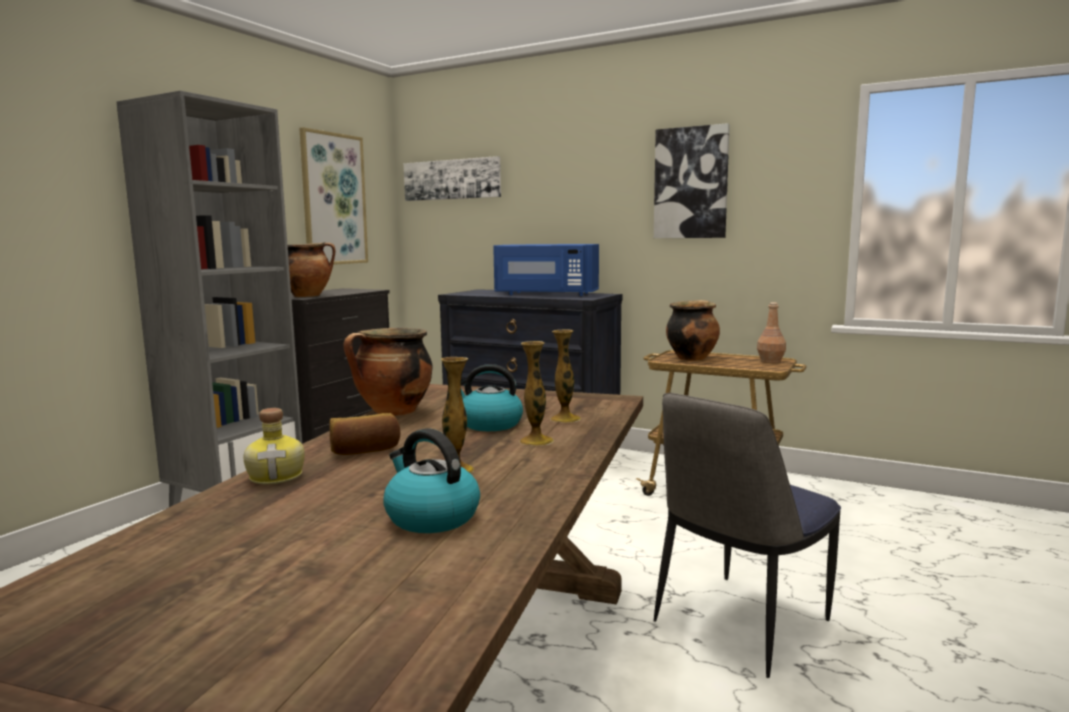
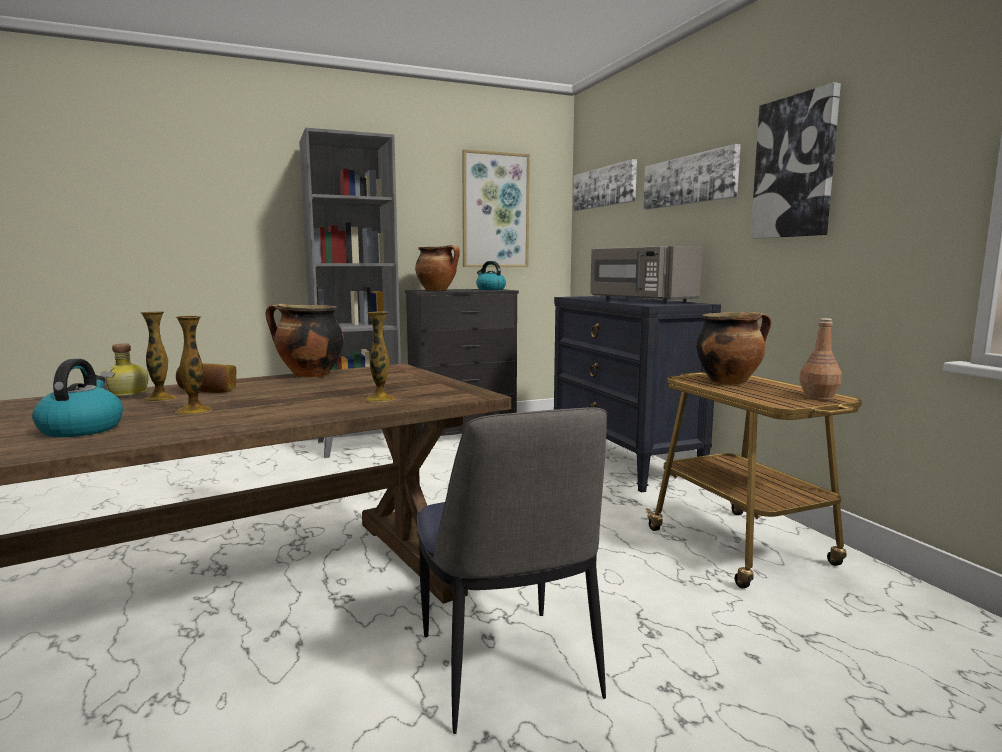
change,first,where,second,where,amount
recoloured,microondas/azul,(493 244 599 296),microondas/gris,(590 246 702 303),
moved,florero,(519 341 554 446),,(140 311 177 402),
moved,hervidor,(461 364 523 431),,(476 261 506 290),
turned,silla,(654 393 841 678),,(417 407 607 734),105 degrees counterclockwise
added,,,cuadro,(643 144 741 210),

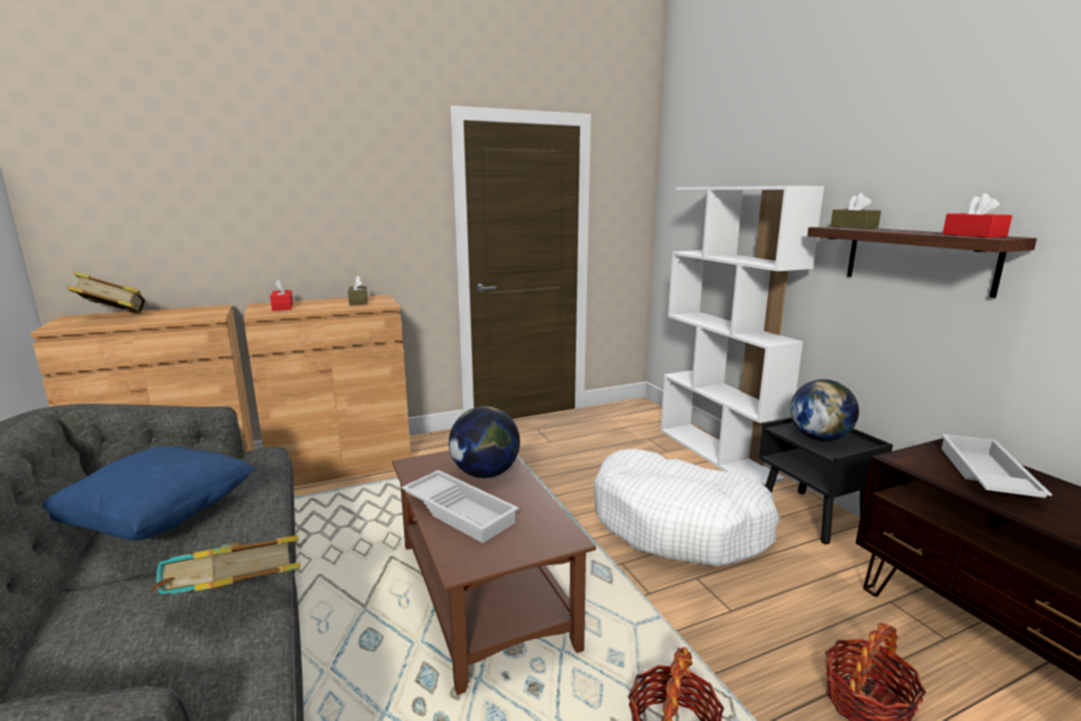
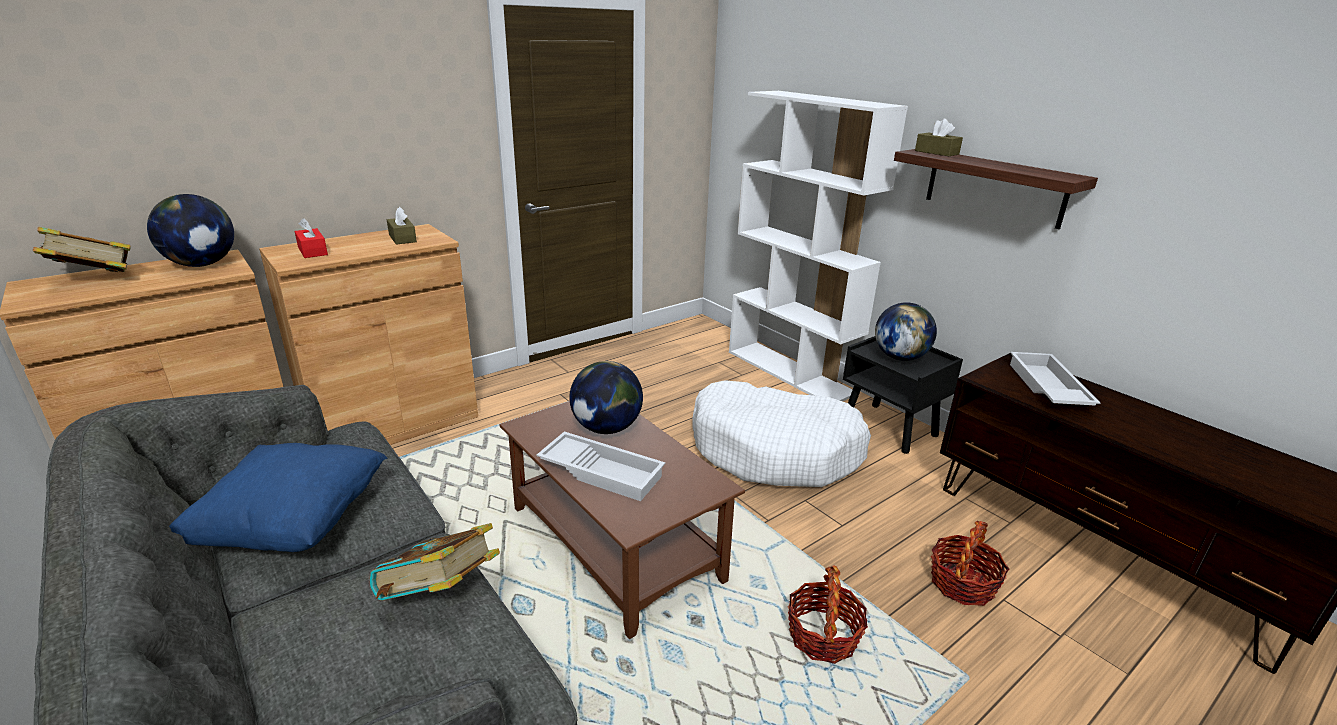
change,first,where,second,where,amount
removed,caja de pañuelos/rojo,(943 193 1012 238),,,
added,,,globo terráqueo,(147 194 234 267),

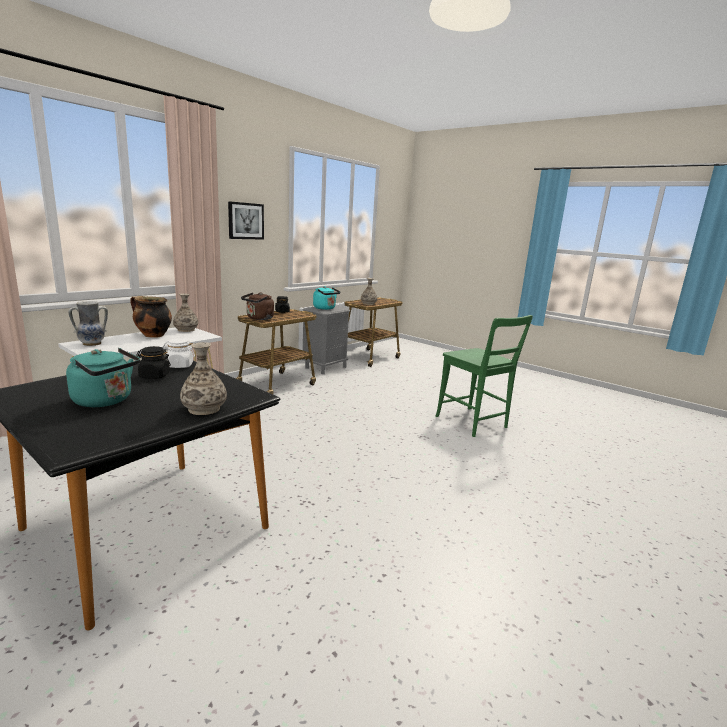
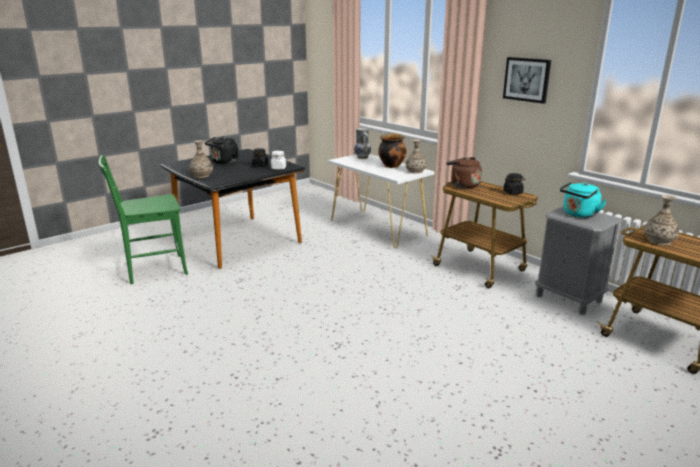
change,first,where,second,where,amount
moved,silla/verde,(436 315 533 437),,(98 155 188 284),
recoloured,hervidor/turquesa,(66 348 140 407),hervidor/negro,(205 136 238 164),

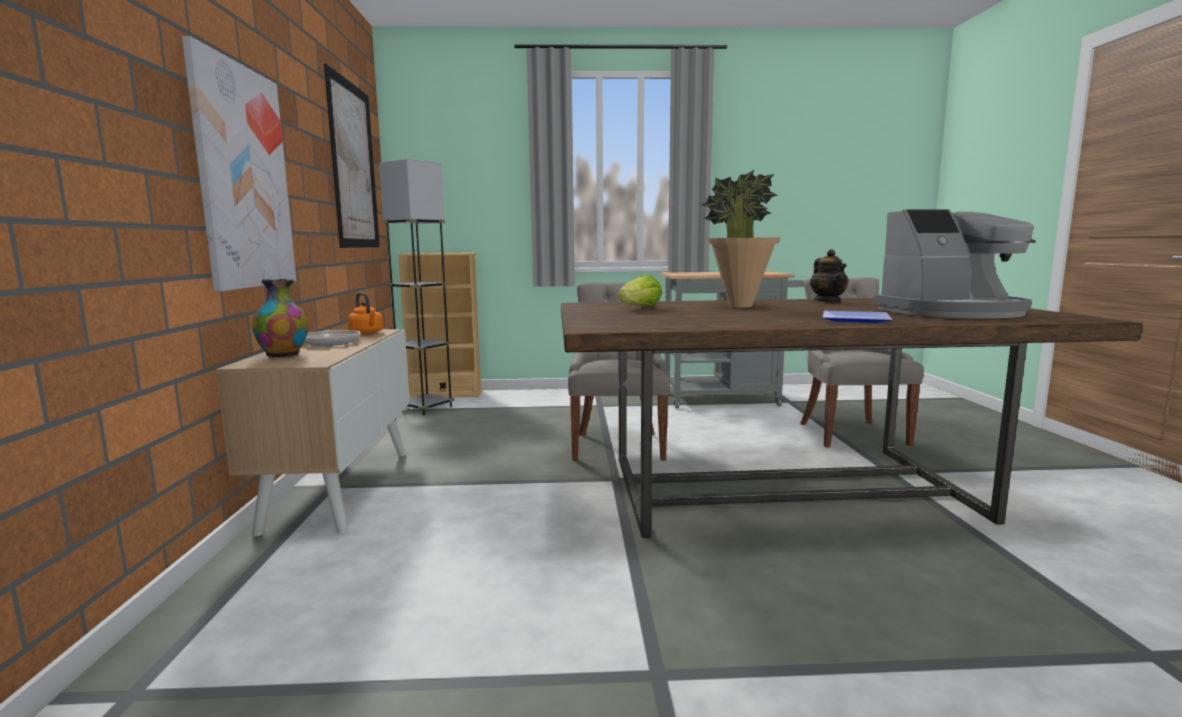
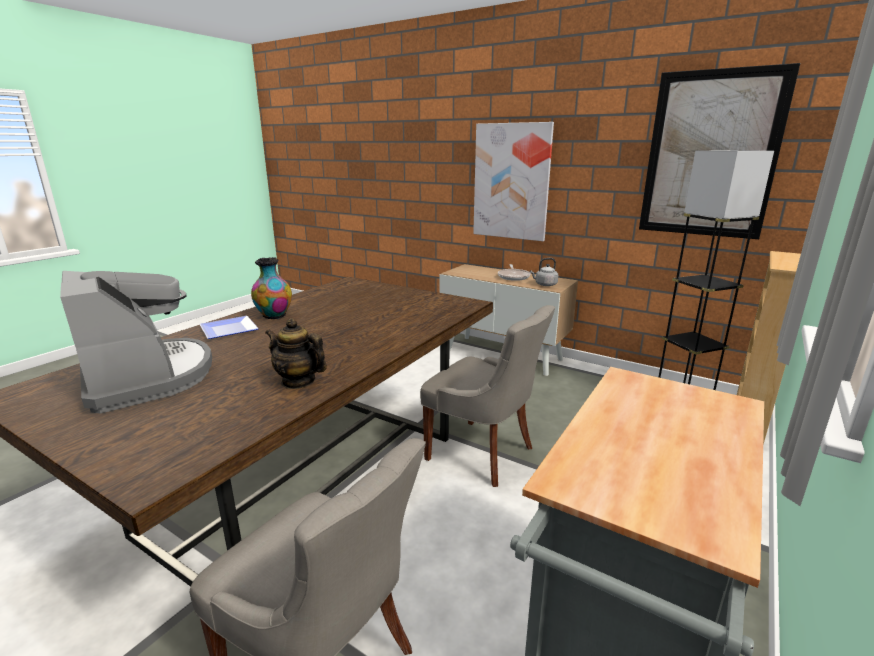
change,first,where,second,where,amount
removed,planta en maceta,(702 170 781 308),,,
turned,cafetera,(874 210 1036 318),,(60 271 212 414),120 degrees clockwise
removed,lechuga,(618 275 662 307),,,
moved,florero,(252 279 308 357),,(251 257 292 319),
recoloured,hervidor/naranja,(348 292 383 334),hervidor/gris,(530 258 558 286),

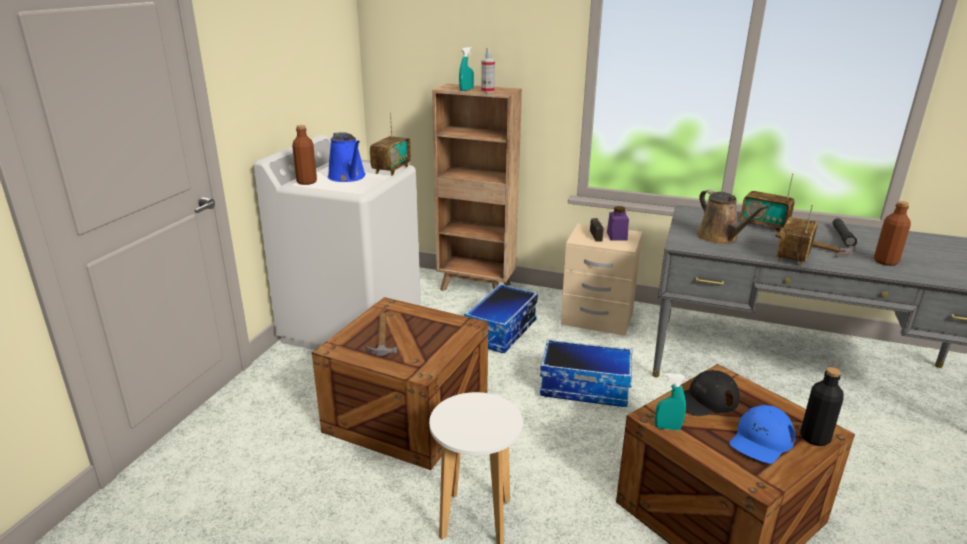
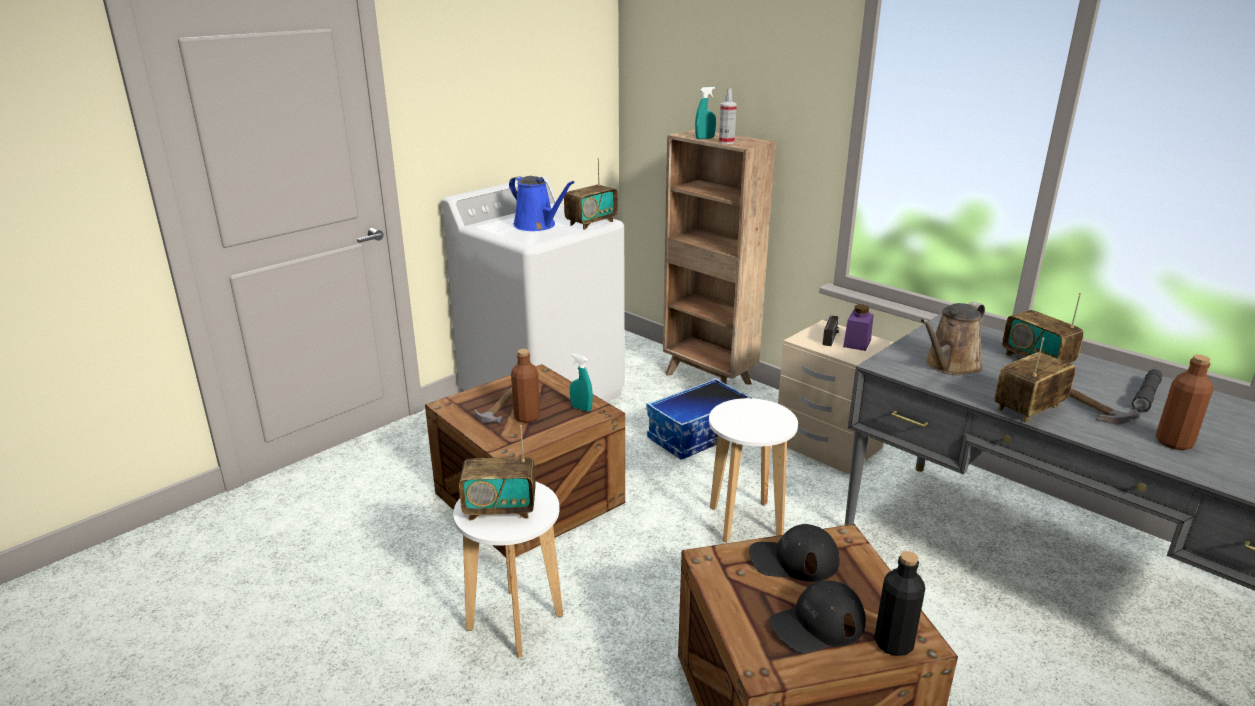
change,first,where,second,where,amount
moved,botella/marrón,(292 125 317 185),,(511 349 540 423),
turned,regadera/azul,(328 132 366 182),,(509 176 575 231),45 degrees counterclockwise
turned,regadera/marrón,(697 190 768 244),,(920 302 985 375),45 degrees clockwise
replaced,caja de almacenaje,(540 339 632 407),taburete/blanco,(709 398 798 543),
moved,pulverizador/turquesa,(655 373 686 430),,(570 354 593 412),
recoloured,gorra/azul,(730 405 795 464),gorra/negro,(769 581 866 654),
added,,,radio,(459 425 536 520),

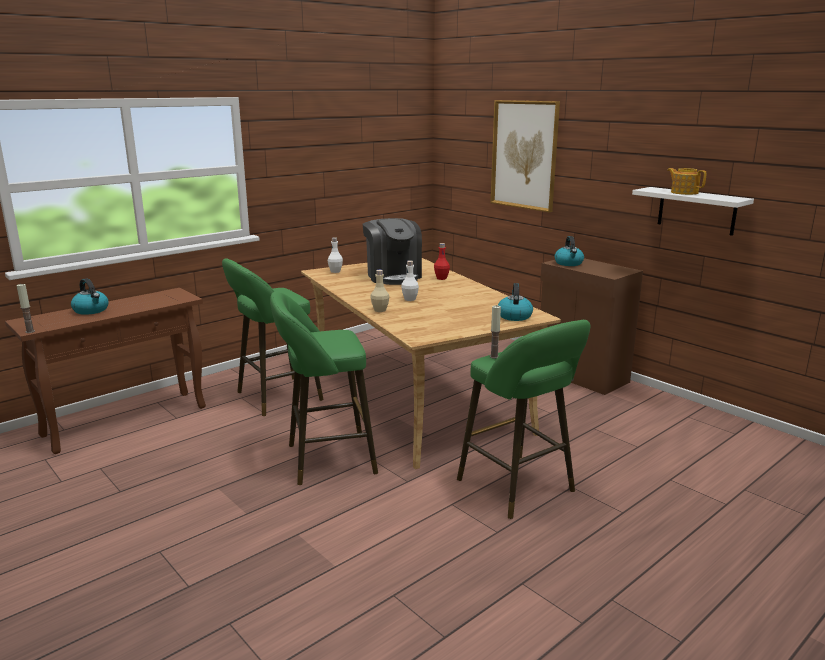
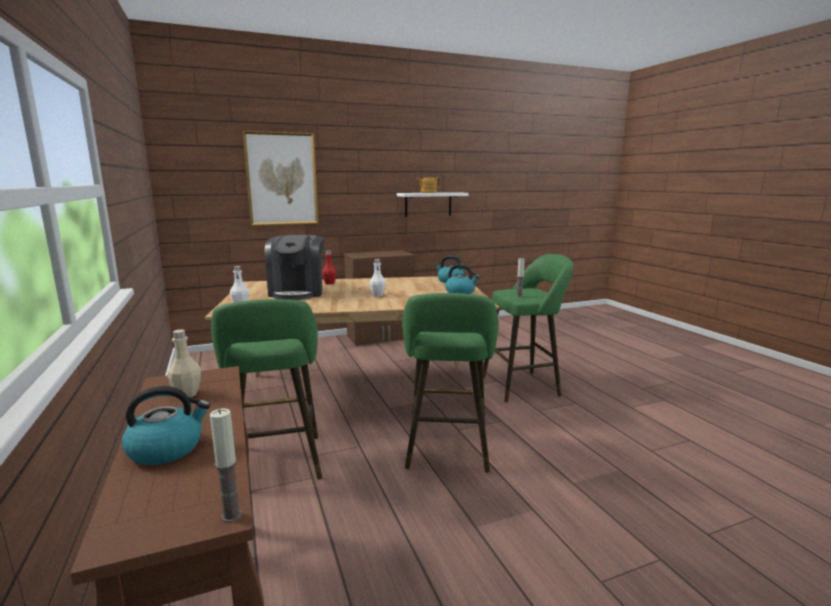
change,first,where,second,where,amount
turned,cafetera,(363 218 422 285),,(265 235 324 300),90 degrees clockwise
moved,hervidor,(555 236 584 266),,(445 264 480 294),
moved,botella/beis,(371 270 389 312),,(167 329 201 398),

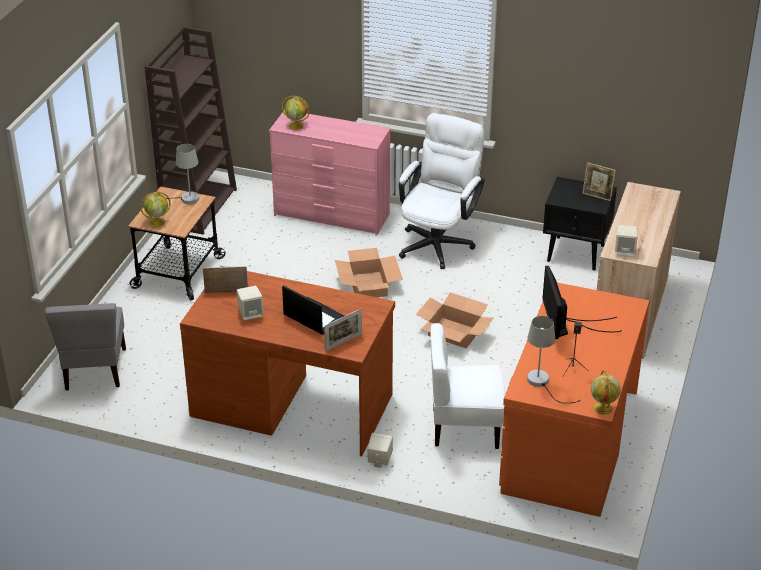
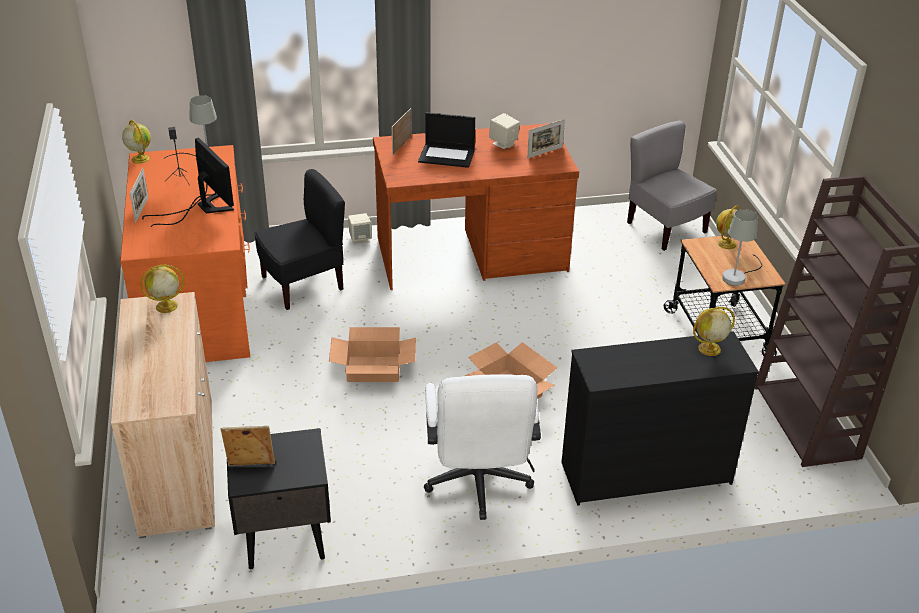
change,first,where,second,where,amount
recoloured,cómoda/rosa,(269 110 391 236),cómoda/negro,(561 332 759 506),
replaced,altavoz/beis,(615 225 638 257),globo terráqueo,(140 265 184 313),
recoloured,silla/blanco,(431 323 506 449),silla/negro,(254 169 345 310),
added,,,portarretratos,(130 168 148 223),

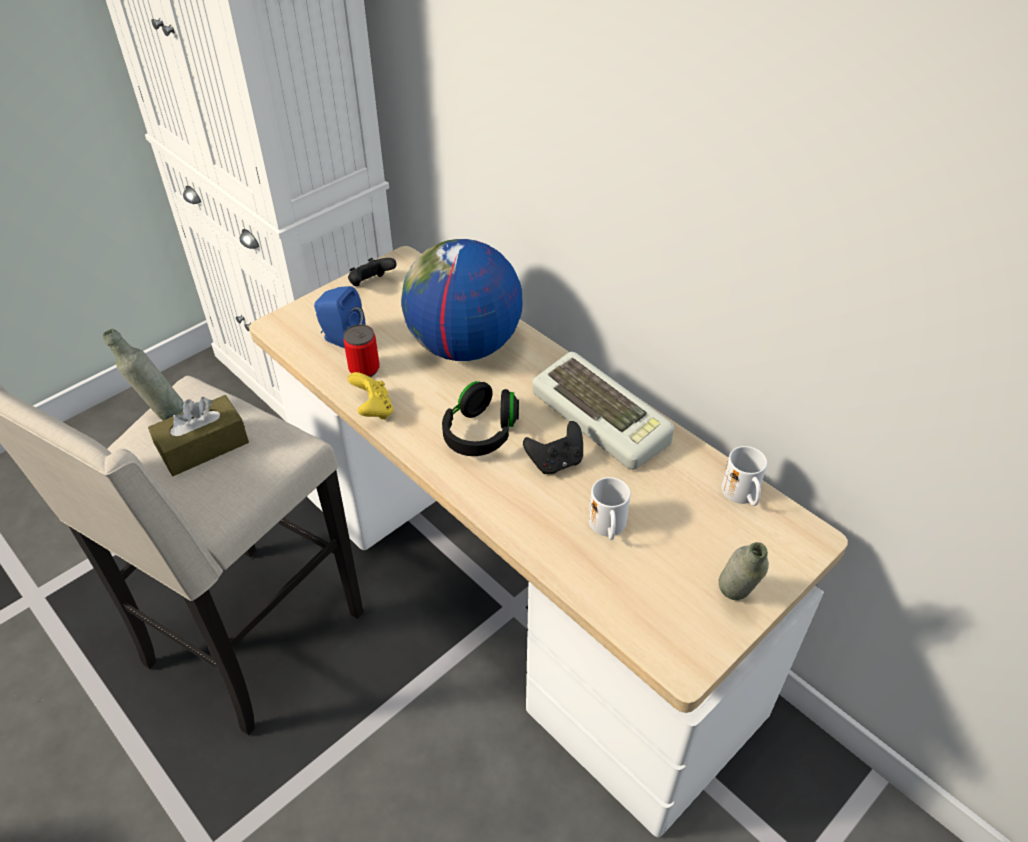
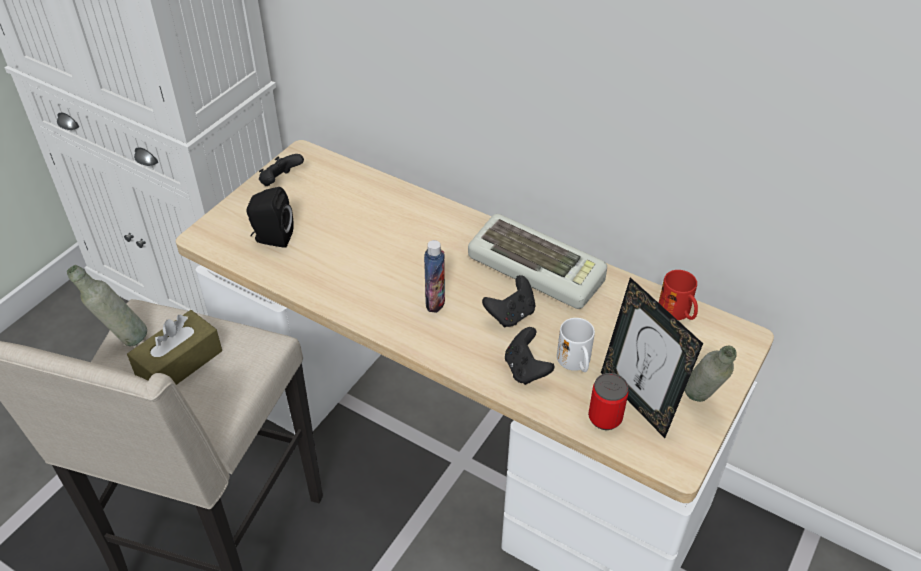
change,first,where,second,where,amount
removed,globo terráqueo,(401 239 522 361),,,
recoloured,altavoz/azul,(314 286 366 348),altavoz/negro,(246 187 294 248),
moved,lata,(343 324 380 377),,(588 373 629 430),
removed,mando de consola/amarillo,(348 372 393 420),,,
replaced,auriculares/negro,(442 381 519 456),botella,(424 240 445 313),
recoloured,taza grande/blanco,(721 446 767 506),taza grande/rojo,(659 270 698 320),
added,,,portarretratos,(601 277 703 438),
added,,,mando de consola/negro,(505 327 554 385),

